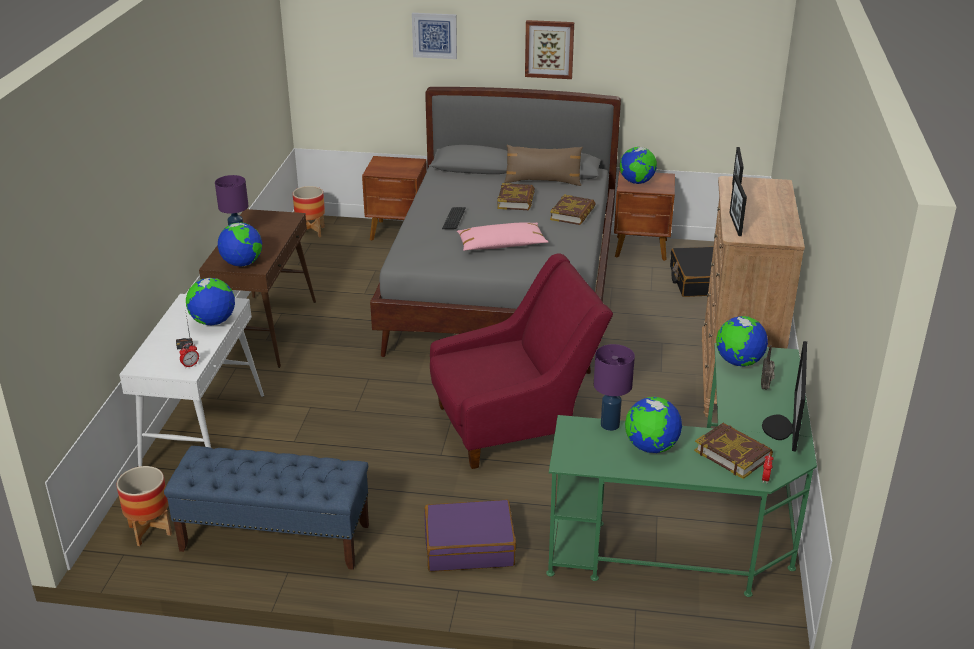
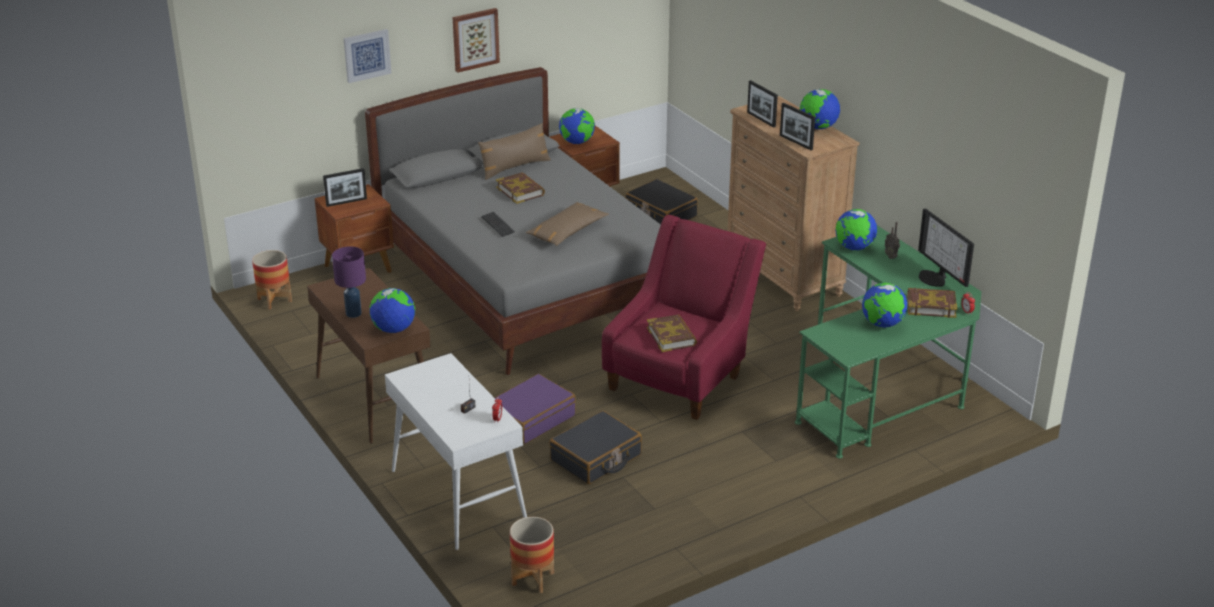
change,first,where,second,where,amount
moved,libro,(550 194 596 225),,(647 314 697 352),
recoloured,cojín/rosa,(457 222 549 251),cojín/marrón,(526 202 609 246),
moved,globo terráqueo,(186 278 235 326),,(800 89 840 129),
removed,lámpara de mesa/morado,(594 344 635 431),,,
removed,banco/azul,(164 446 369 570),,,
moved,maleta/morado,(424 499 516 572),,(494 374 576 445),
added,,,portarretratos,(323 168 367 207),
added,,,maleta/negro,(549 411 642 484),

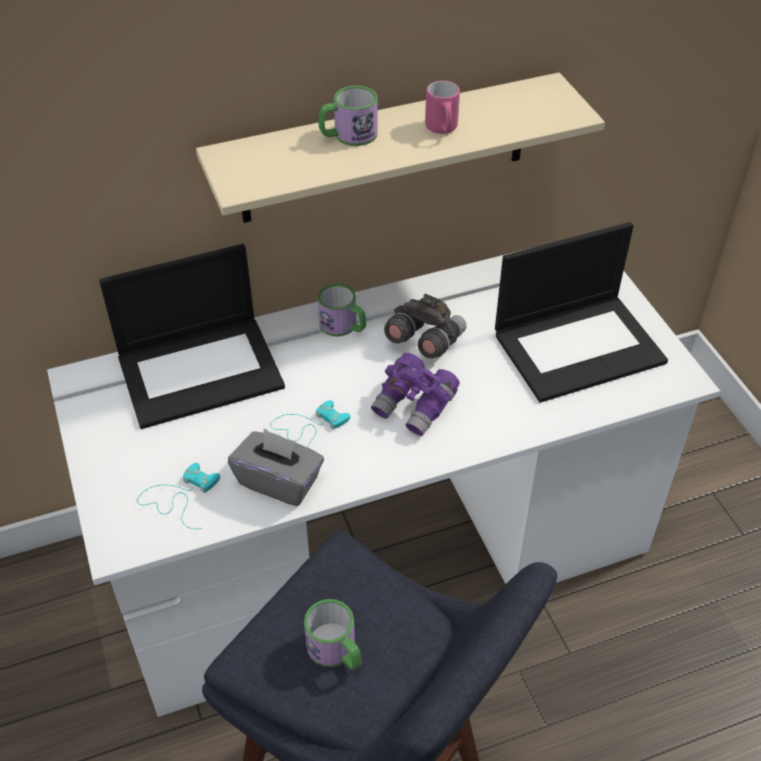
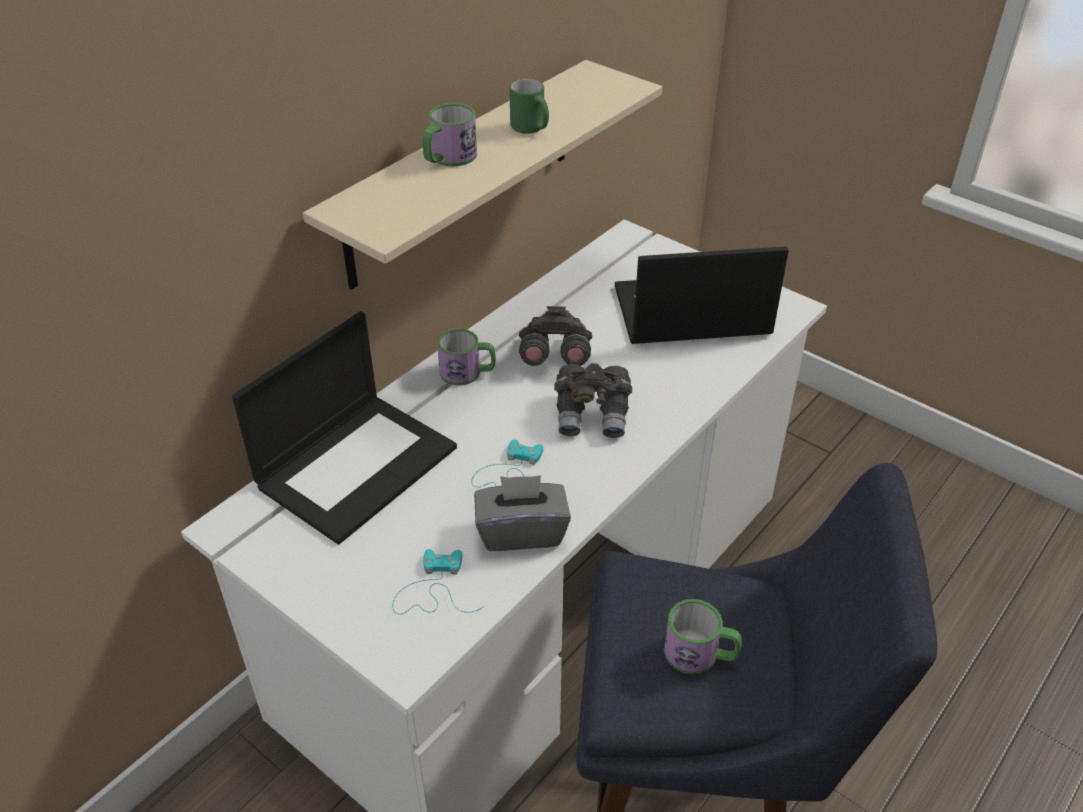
change,first,where,second,where,amount
recoloured,taza grande/rosa,(425 81 460 134),taza grande/verde,(509 79 549 134),
turned,portátil,(495 222 668 403),,(615 247 789 344),135 degrees counterclockwise
recoloured,prismáticos/morado,(371 353 460 436),prismáticos/gris,(554 363 632 438),

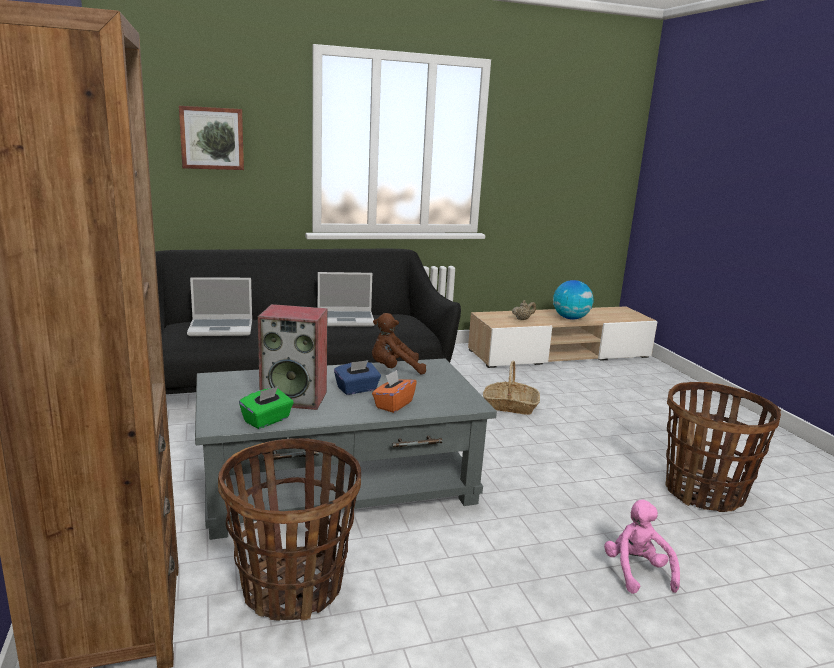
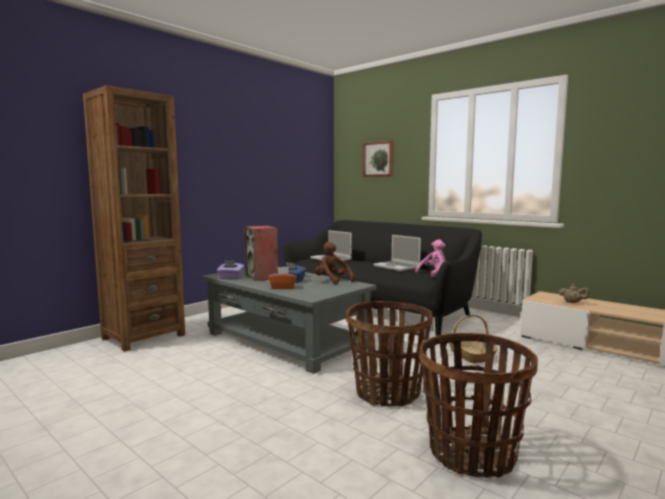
change,first,where,second,where,amount
removed,globo terráqueo,(553 280 594 320),,,
recoloured,caja de pañuelos/verde,(239 386 293 429),caja de pañuelos/morado,(217 260 245 280),
moved,cesta,(218 438 361 621),,(346 301 433 407),
moved,peluche/rosa,(604 500 680 594),,(415 239 445 277),

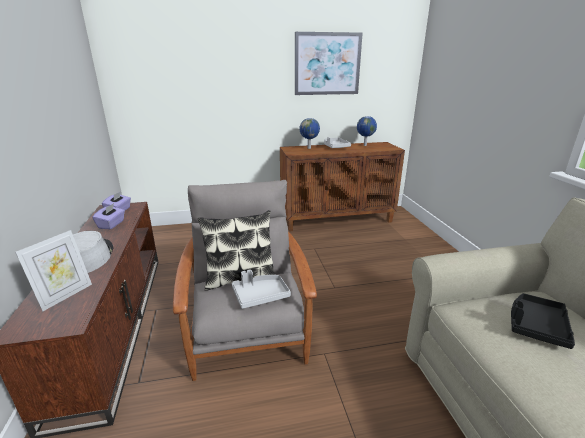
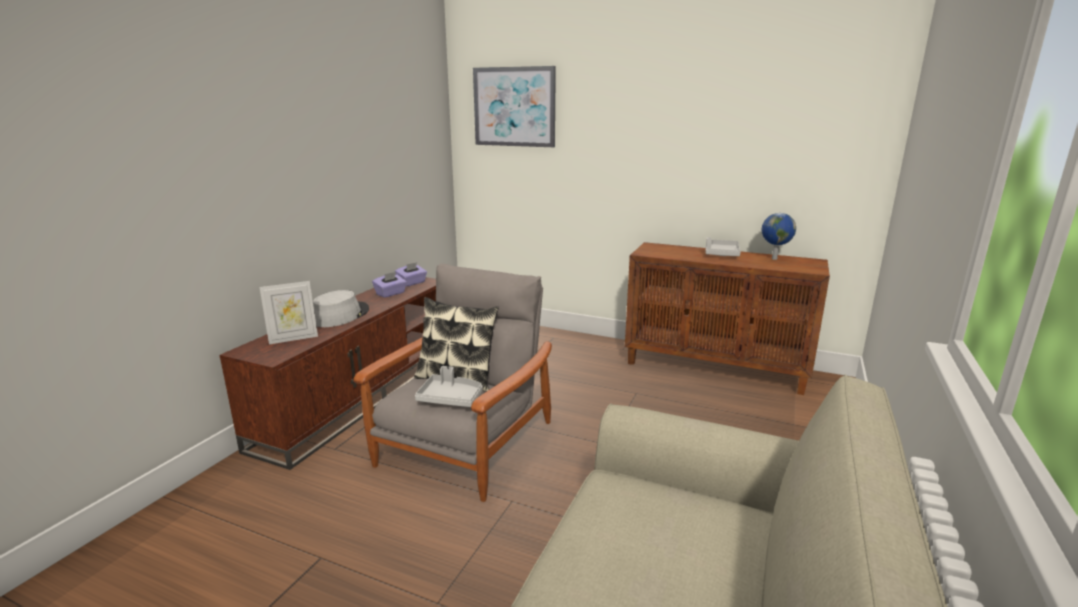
change,first,where,second,where,amount
moved,cuadro,(295 32 363 95),,(473 66 556 147),
removed,globo terráqueo,(299 118 320 149),,,
removed,bandeja/negro,(511 293 575 349),,,

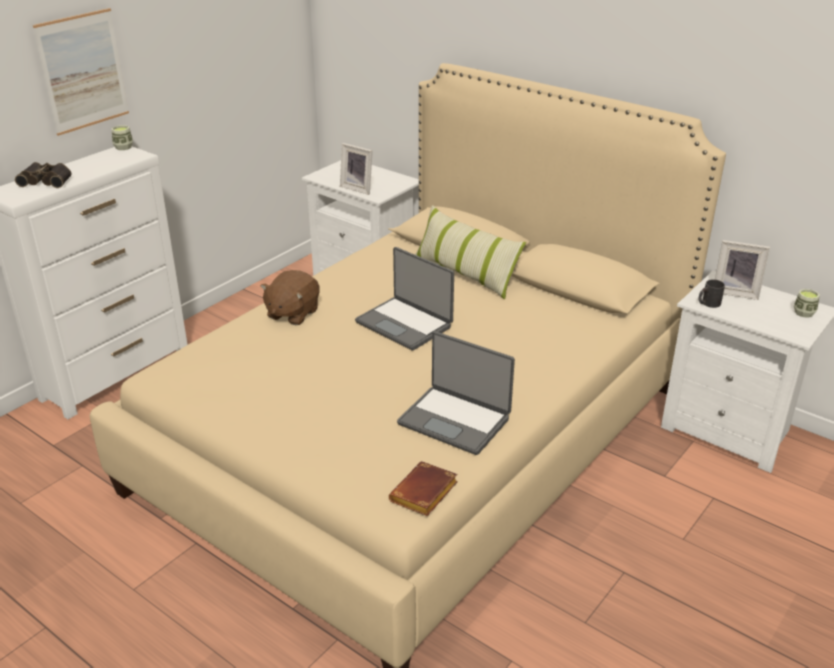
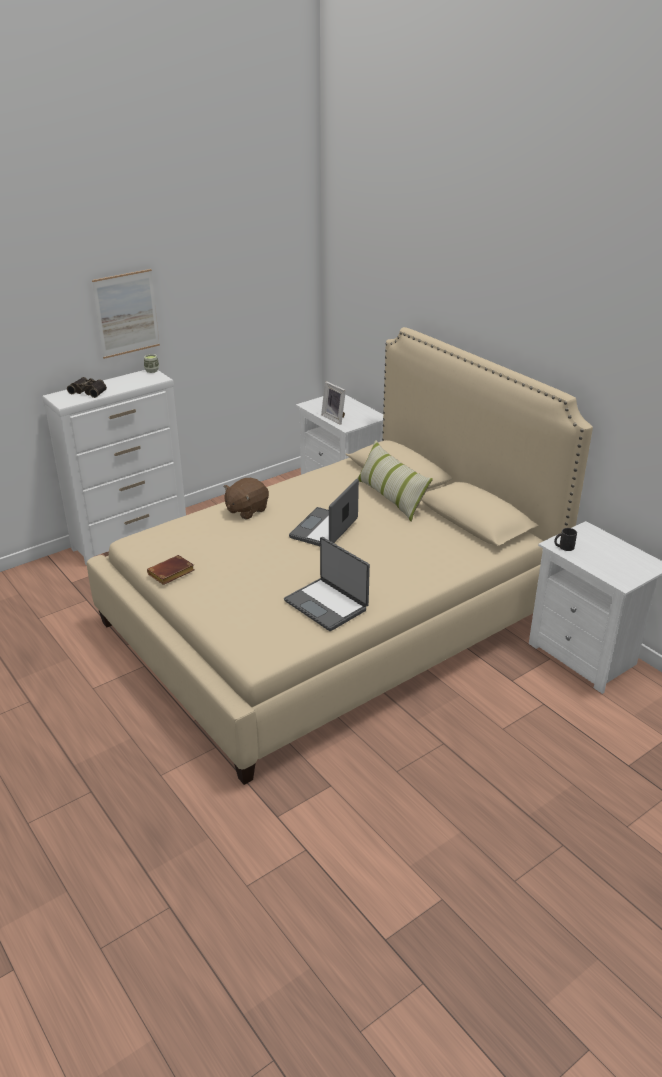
change,first,where,second,where,amount
removed,portarretratos,(715 240 770 300),,,
turned,portátil,(355 247 454 351),,(289 479 359 546),60 degrees clockwise
removed,taza,(794 289 820 318),,,
moved,libro/marrón,(389 461 458 516),,(147 555 194 585),

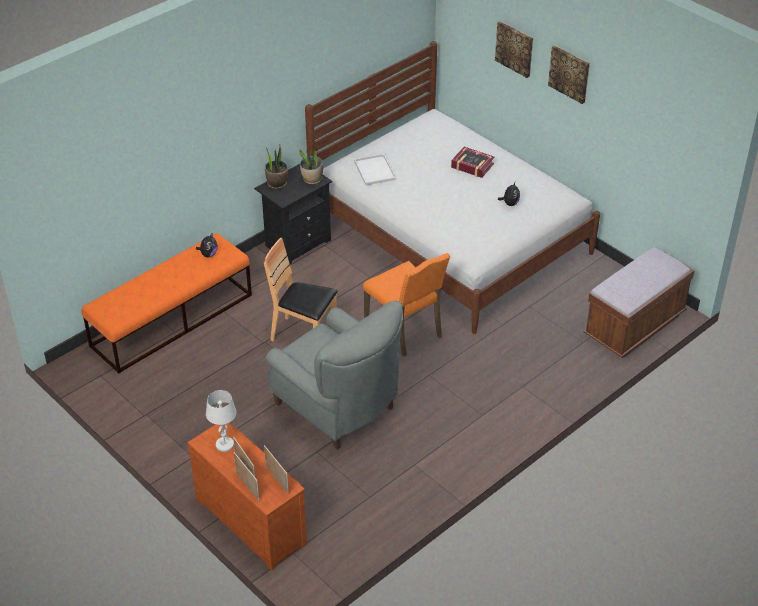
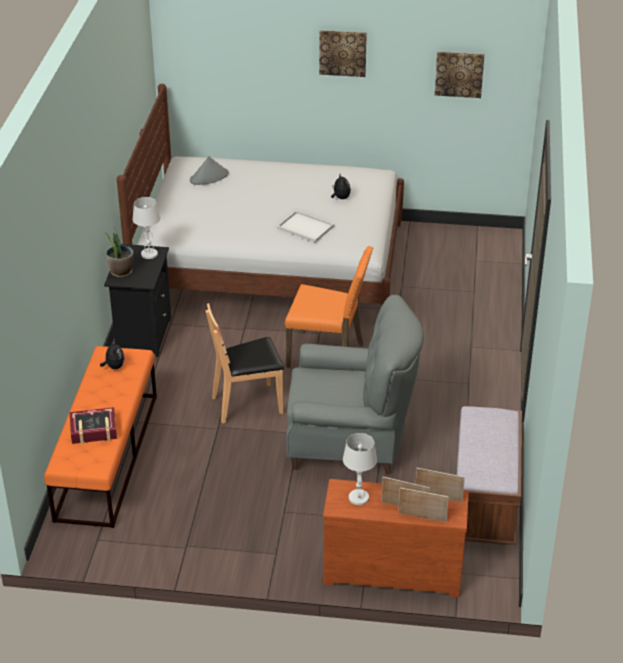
change,first,where,second,where,amount
moved,cuadro,(495 21 533 78),,(435 51 484 98),
moved,libro,(451 147 495 178),,(70 407 117 444),
replaced,planta en maceta,(299 150 323 184),lámpara de mesa/blanco,(133 197 160 259),
moved,bandeja/blanco,(354 154 396 185),,(277 210 334 243),
moved,banco/marrón,(584 247 695 358),,(457 406 522 545),
added,,,sombrero/gris,(190 156 229 185),

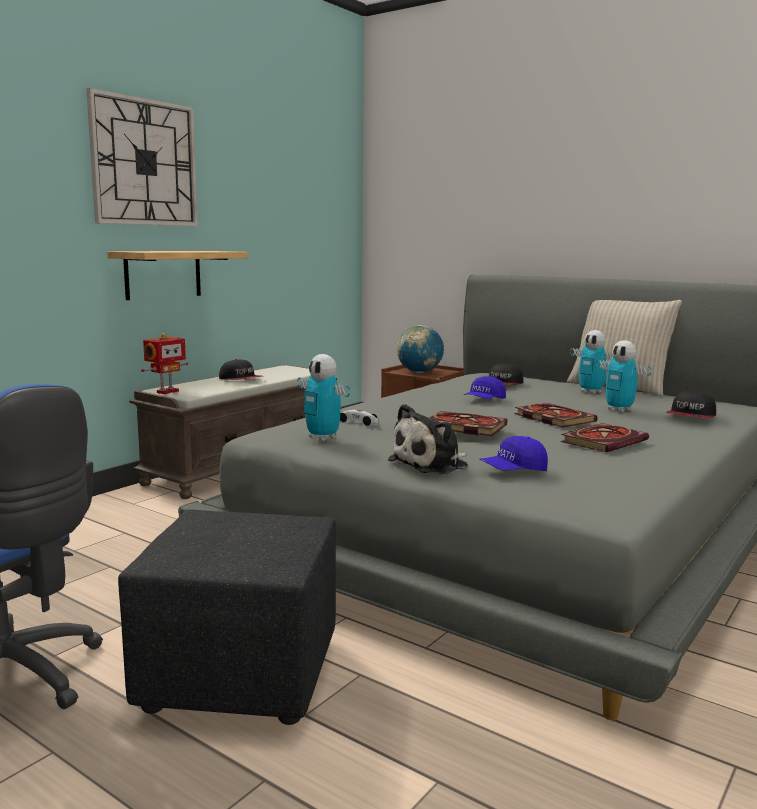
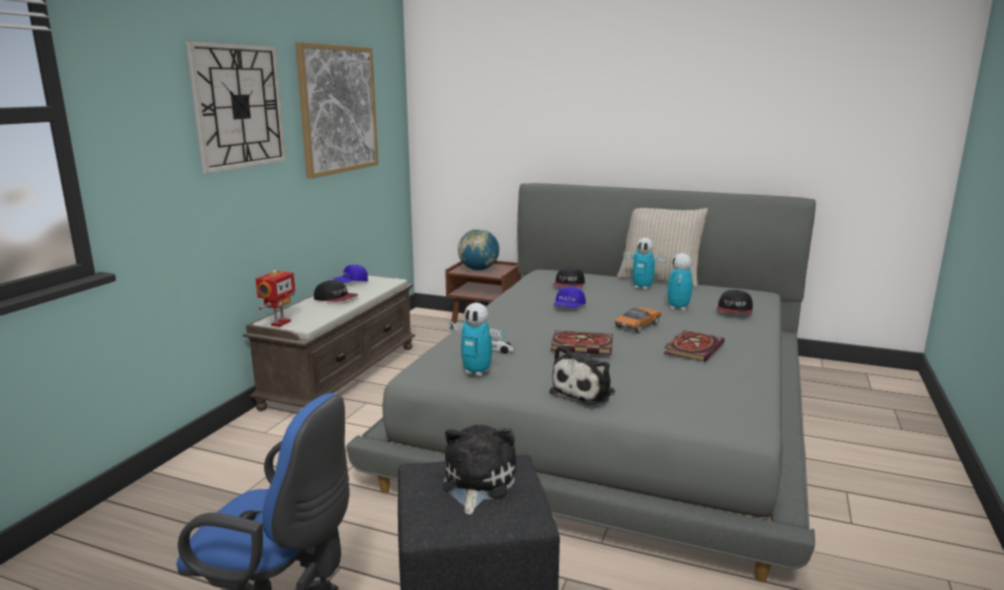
change,first,where,second,where,amount
removed,estante,(107 251 248 300),,,
turned,robot de juguete,(596 340 652 412),,(667 253 693 311),75 degrees clockwise
replaced,libro,(515 403 598 428),coche de juguete,(614 308 661 333),
moved,gorra/azul,(479 436 548 471),,(332 265 368 283),
added,,,cuadro,(295 42 378 179),
added,,,peluche,(442 425 516 515),

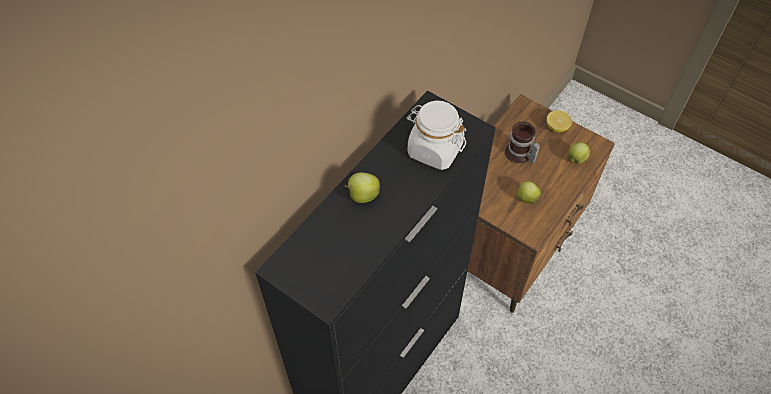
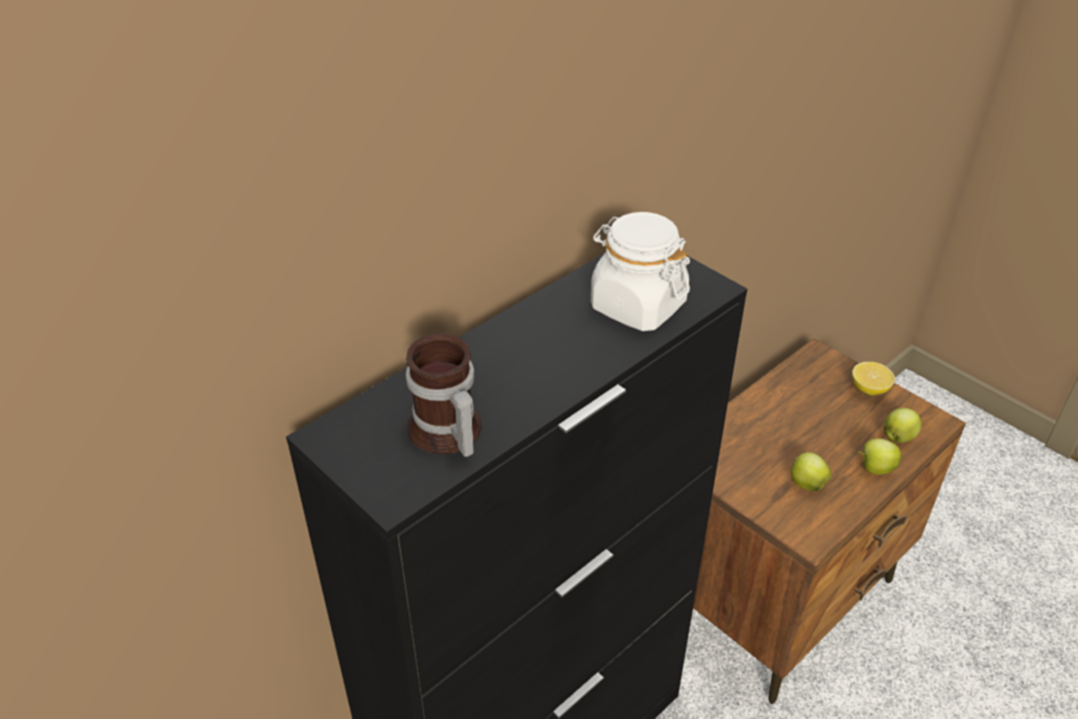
change,first,where,second,where,amount
moved,taza grande,(505 122 540 164),,(406 333 482 457),
moved,manzana,(345 172 380 203),,(858 438 902 475),

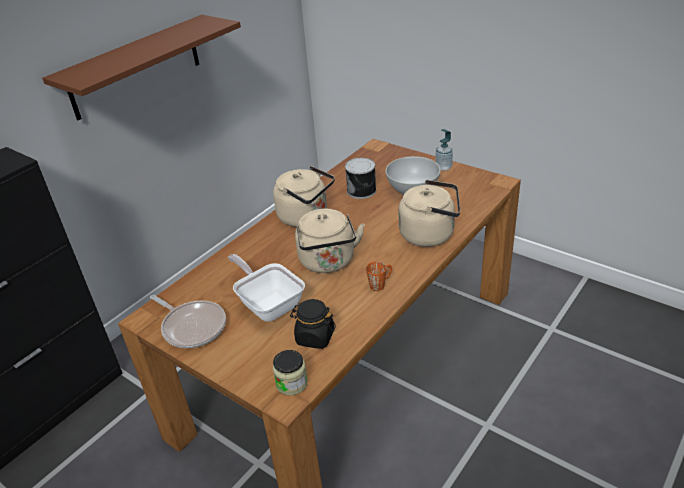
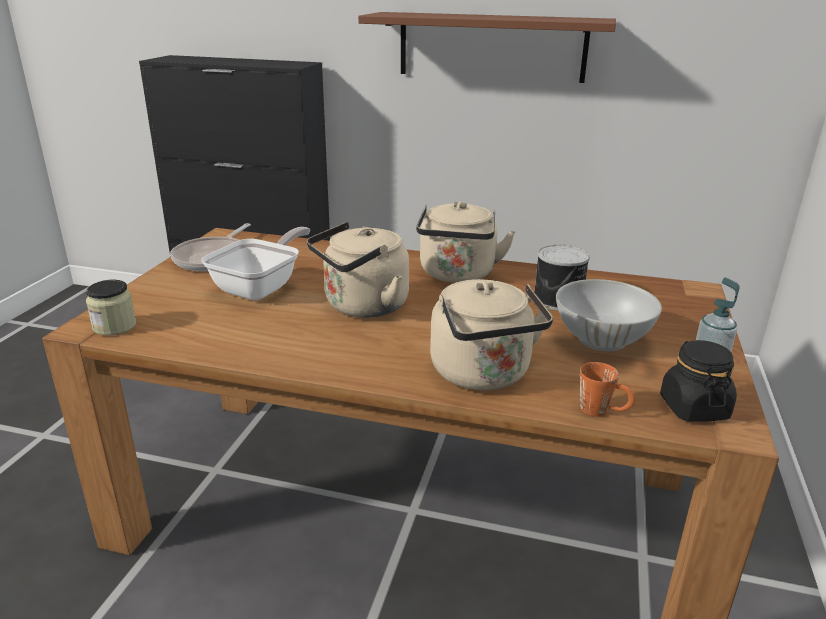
change,first,where,second,where,amount
moved,taza grande/naranja,(366 261 392 291),,(580 362 635 417),
moved,tarro/negro,(290 299 336 349),,(660 340 737 422),

